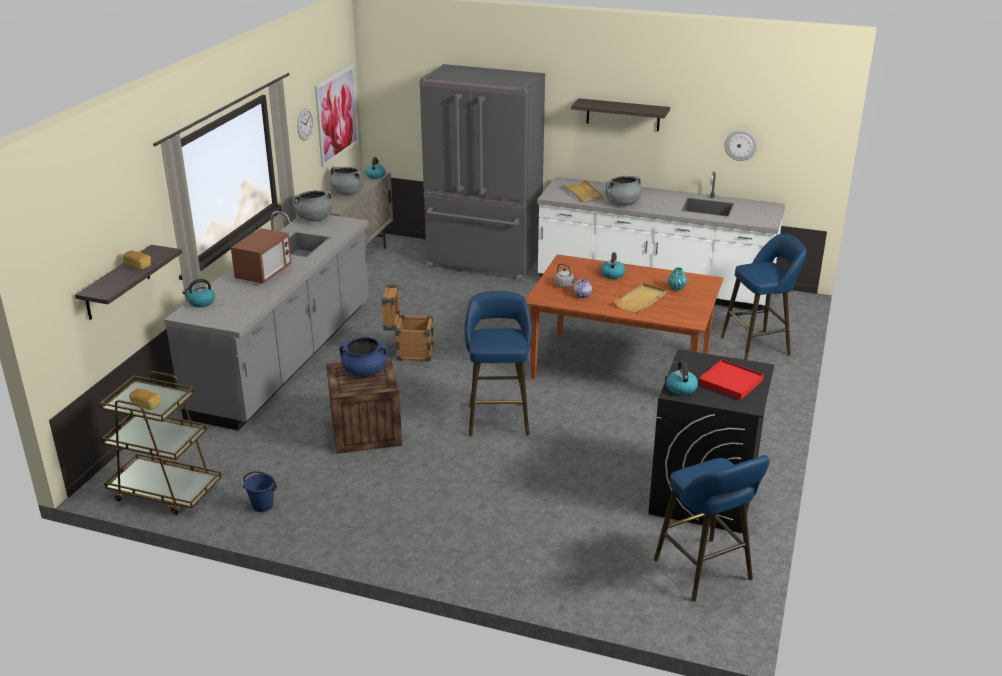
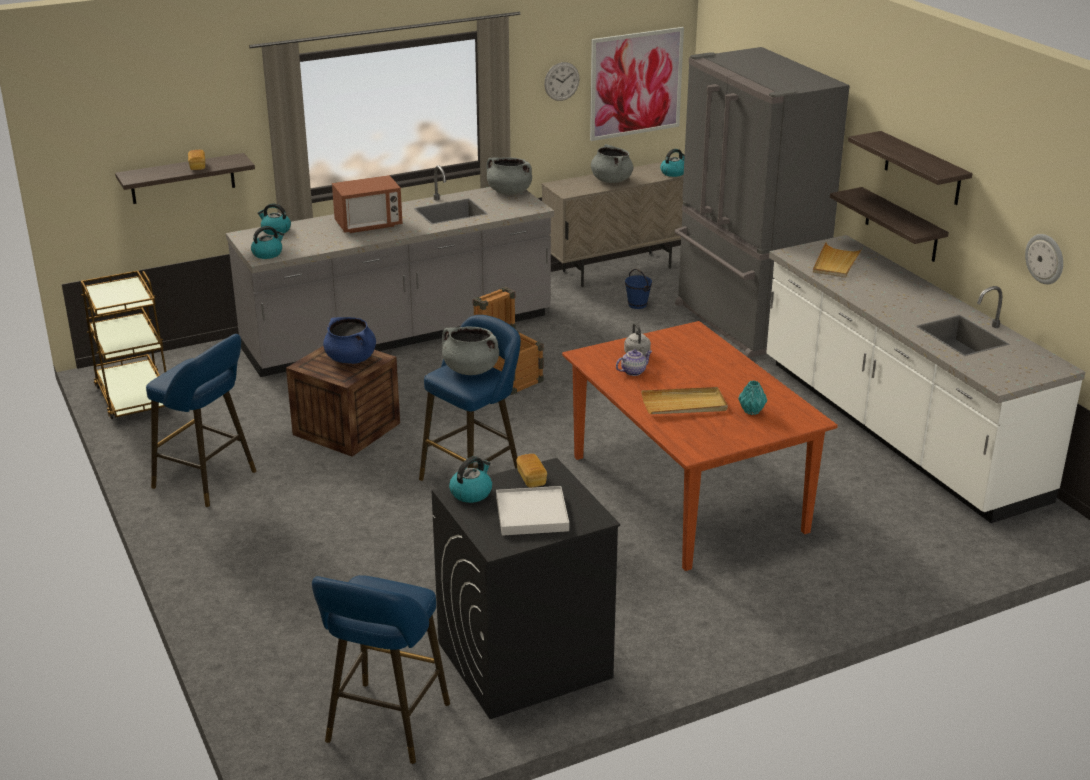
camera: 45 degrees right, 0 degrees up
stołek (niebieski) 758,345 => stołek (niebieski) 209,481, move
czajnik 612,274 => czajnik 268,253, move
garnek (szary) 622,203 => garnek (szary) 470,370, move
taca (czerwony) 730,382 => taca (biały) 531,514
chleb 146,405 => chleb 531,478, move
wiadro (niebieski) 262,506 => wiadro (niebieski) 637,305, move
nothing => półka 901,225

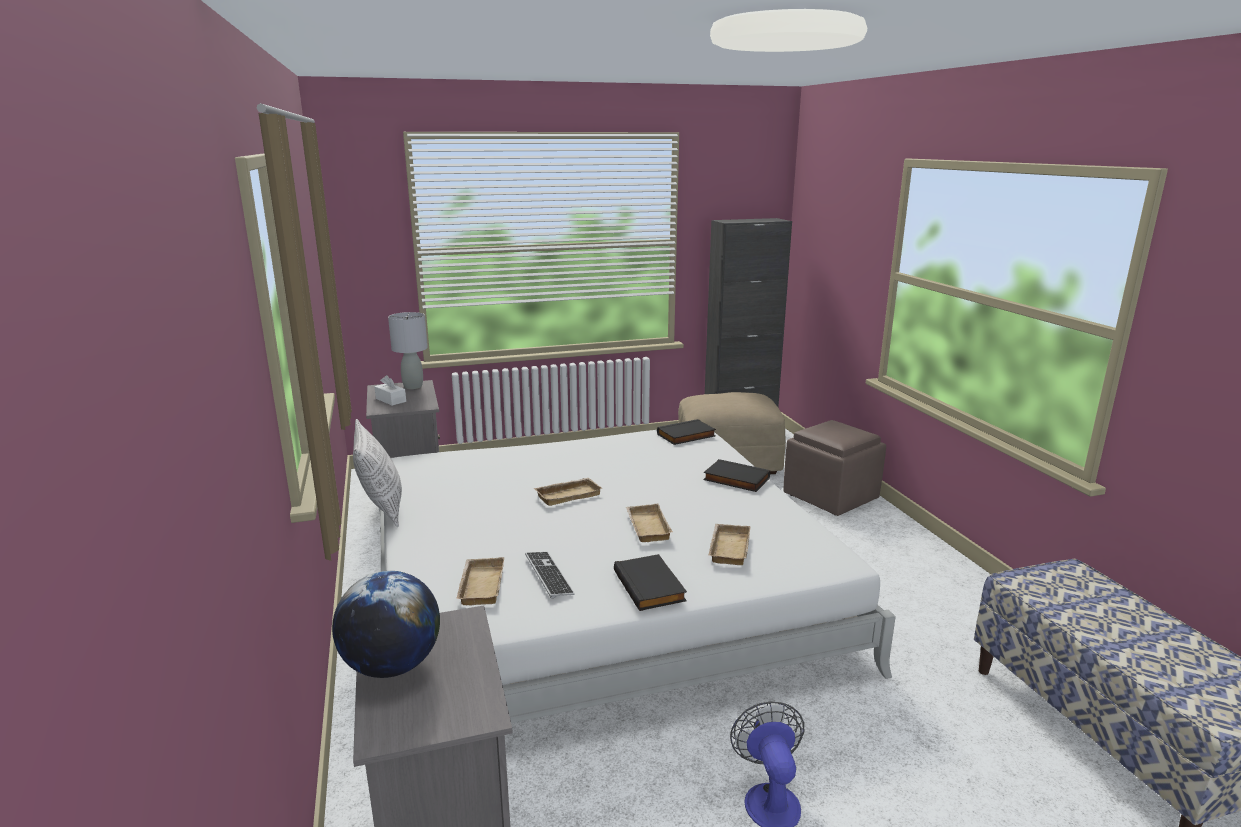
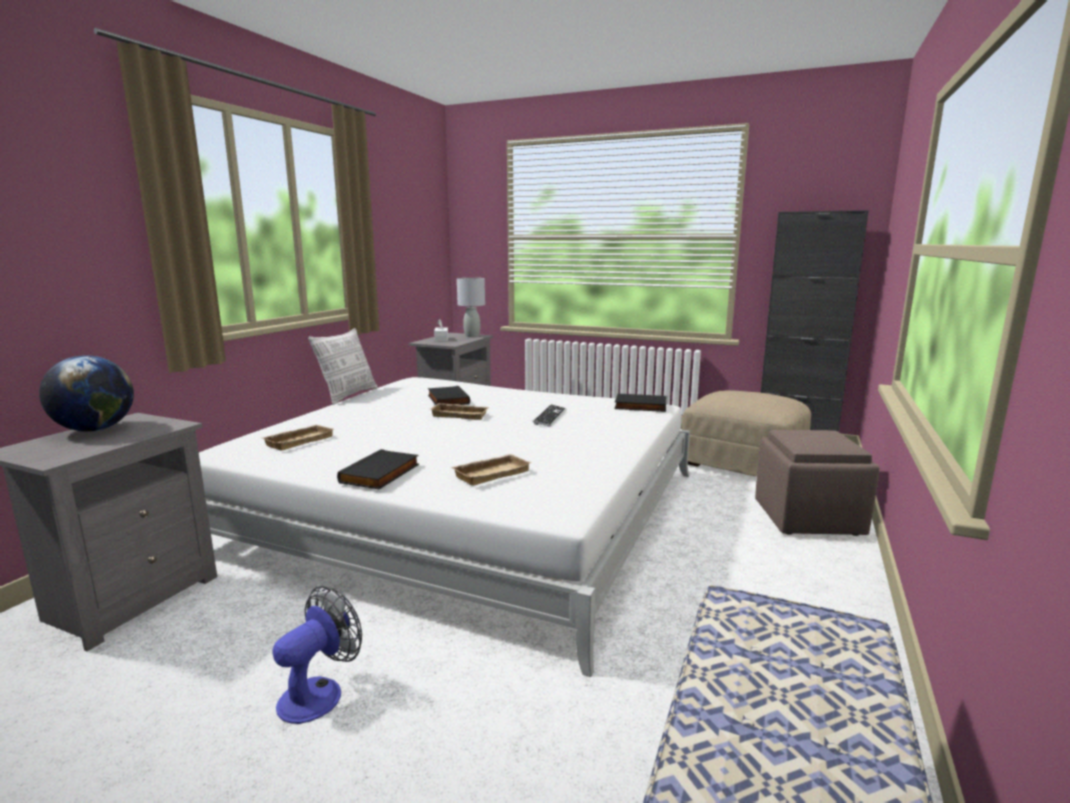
camera: 40 degrees right, 5 degrees down
książka (czarny) 735,479 => książka (czarny) 447,399, move
klawiatura 548,575 => klawiatura 550,417, move
taca (beżowy) 646,527 => nothing

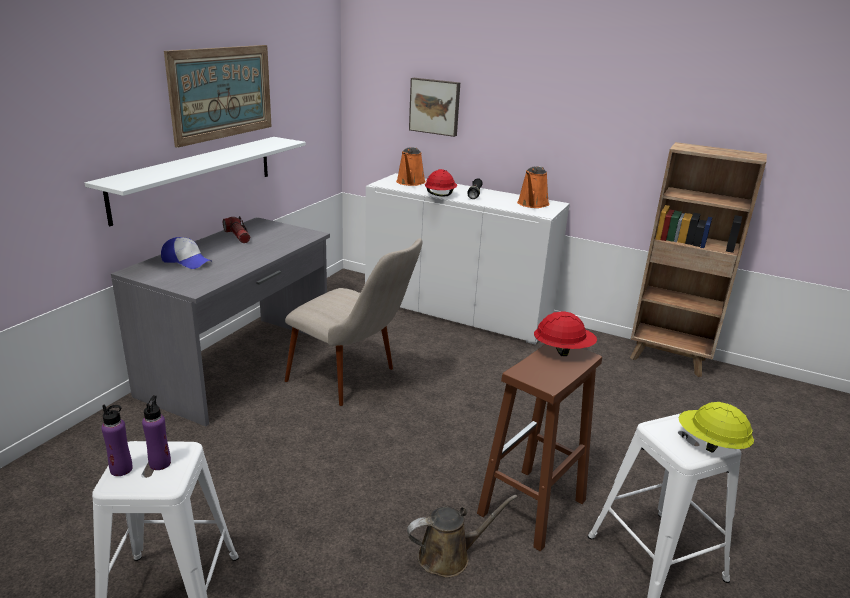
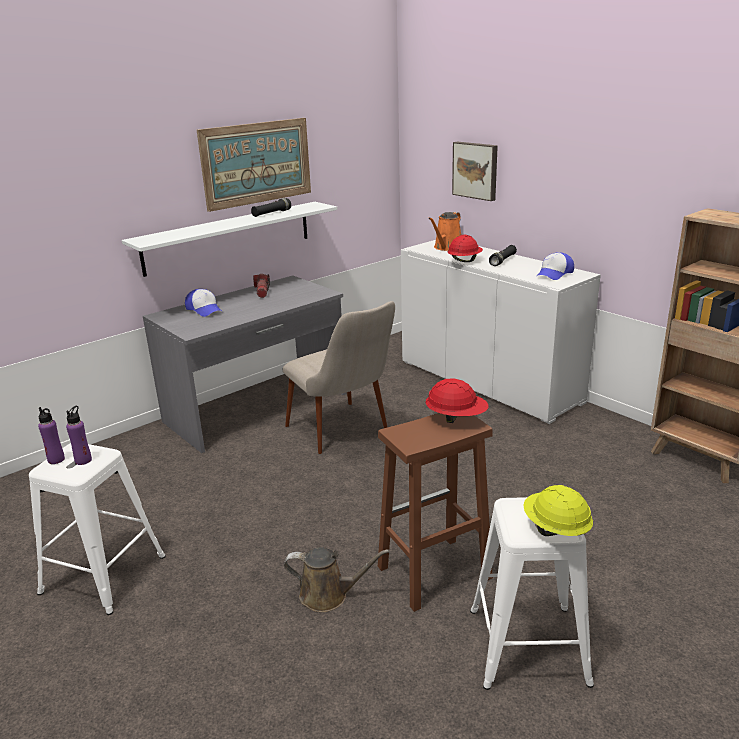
camera: 25 degrees right, 0 degrees up
nothing => latarka (czarny) 271,213
konewka (pomarańczowy) 532,204 => czapka z daszkiem 554,274

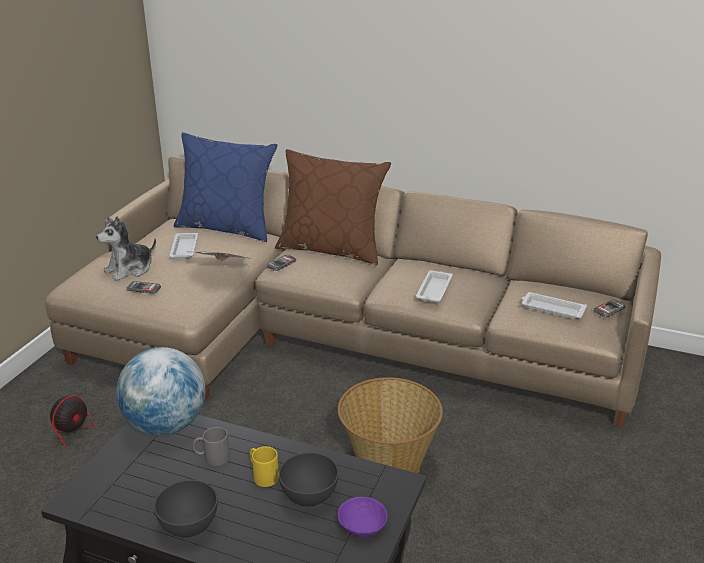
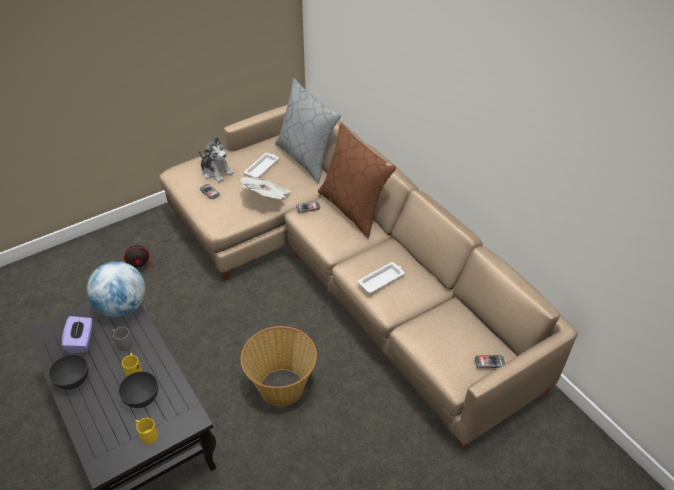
camera: 35 degrees right, 15 degrees up
nothing => pudełko chusteczek (fioletowy) 81,341
miska (fioletowy) 361,526 => kubek (żółty) 146,434
pluszak 130,269 => pluszak 216,172, 135 degrees counterclockwise
poduszka (niebieski) 227,227 => poduszka (szary) 307,158
taca (biały) 551,309 => nothing

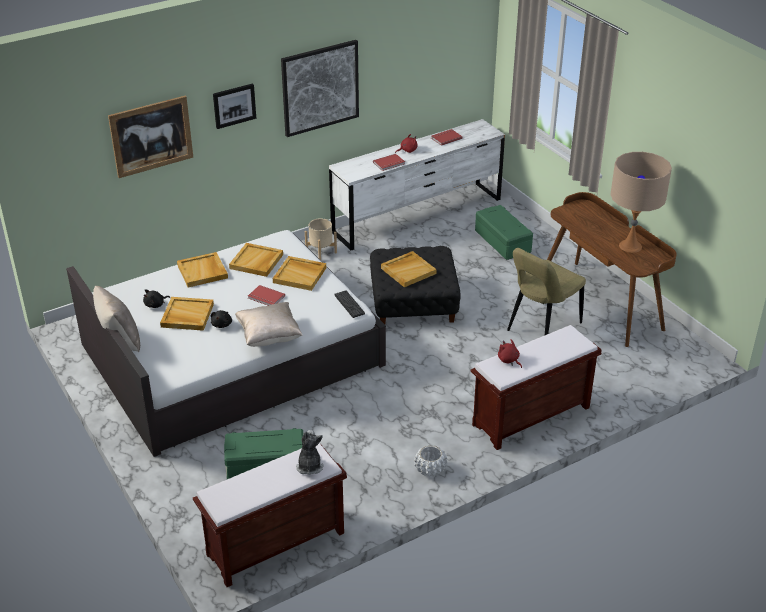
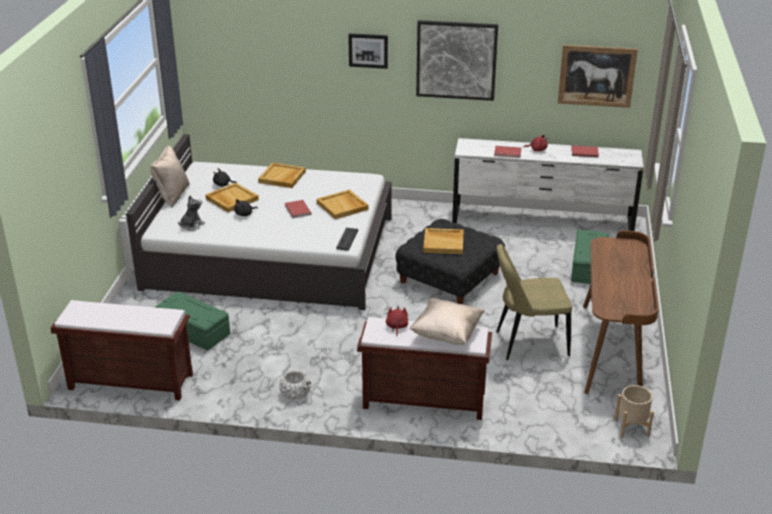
camera: 40 degrees right, 5 degrees down
pluszak 309,466 => pluszak 191,225, move
poduszka (beżowy) 269,337 => poduszka (beżowy) 446,334, move
obraz 151,136 => obraz 596,76, move
donica (beżowy) 321,252 => donica (beżowy) 632,427, move
taca (beżowy) 256,262 => nothing
lampa stołowa (beżowy) 630,246 => nothing

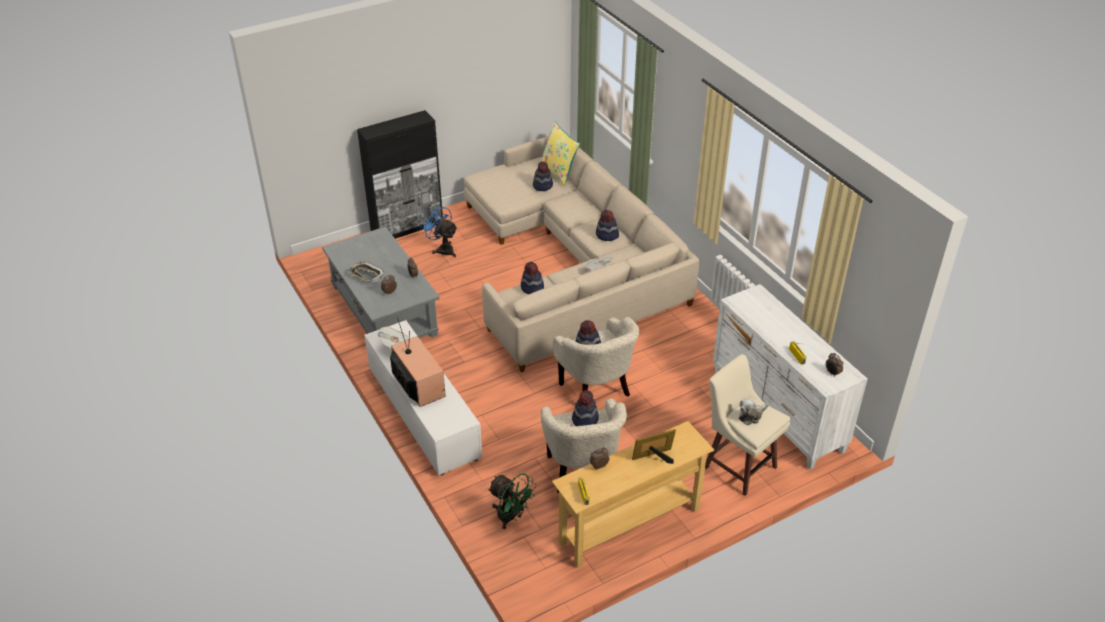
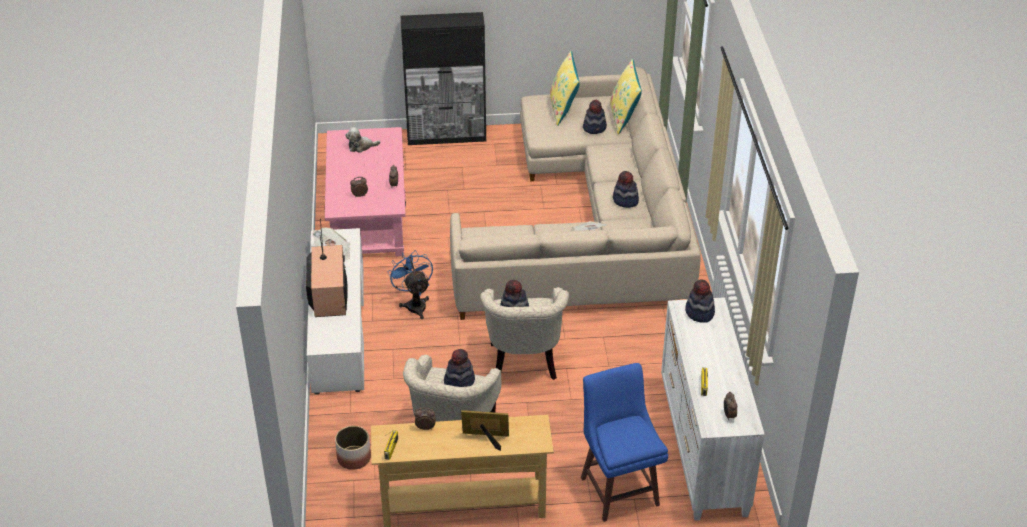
camera: 25 degrees right, 0 degrees up
ława (szary) 384,310 => ława (różowy) 367,215
wentylator (zielony) 511,517 => donica 354,457
pluszak 751,415 => pluszak 361,146, move
wentylator (niebieski) 442,249 => wentylator (niebieski) 414,304, move
nothing => poduszka (żółty) 563,109
stołek (beżowy) 738,465 => stołek (niebieski) 619,489
kapelusz 532,288 => kapelusz 699,313, move
taca 365,274 => nothing

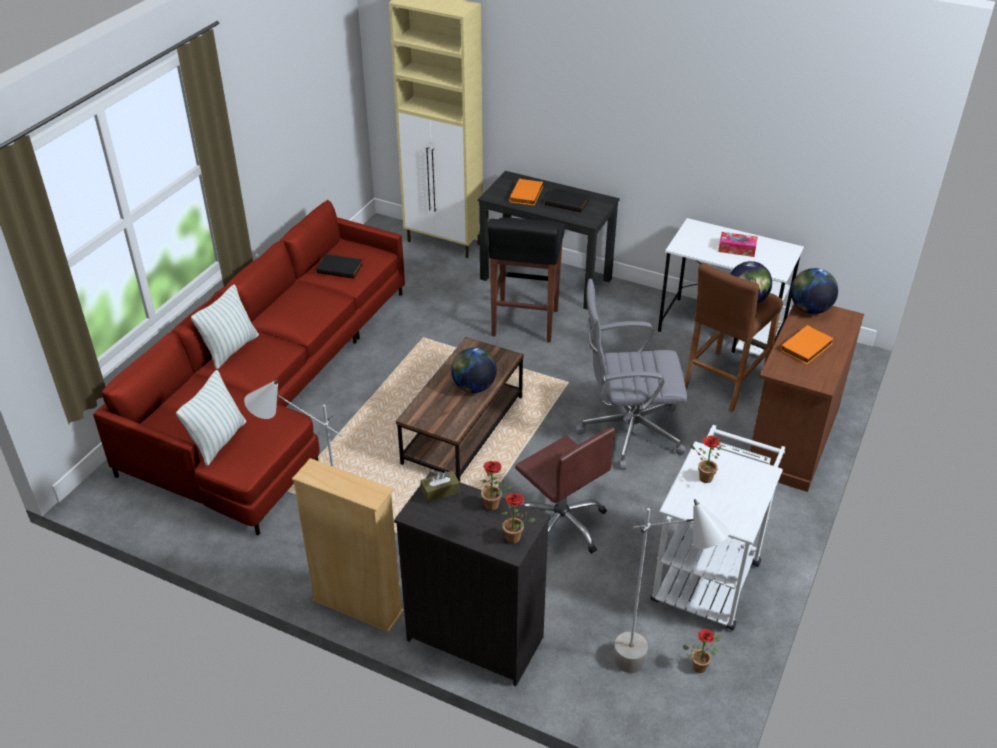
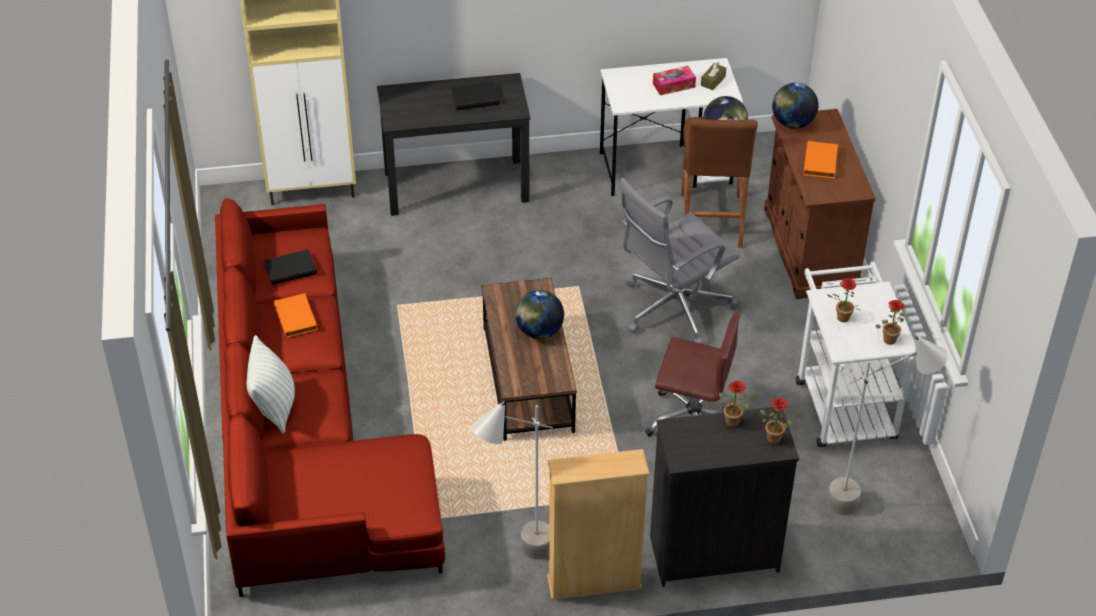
camera: 35 degrees left, 5 degrees up
książka (pomarańczowy) 527,195 => książka (pomarańczowy) 297,318, move
pudełko chusteczek (brązowy) 440,491 => pudełko chusteczek (brązowy) 713,81, move
roślina doniczkowa 701,665 => roślina doniczkowa 889,338, move
poduszka 218,441 => nothing
stołek (czarny) 524,324 => nothing

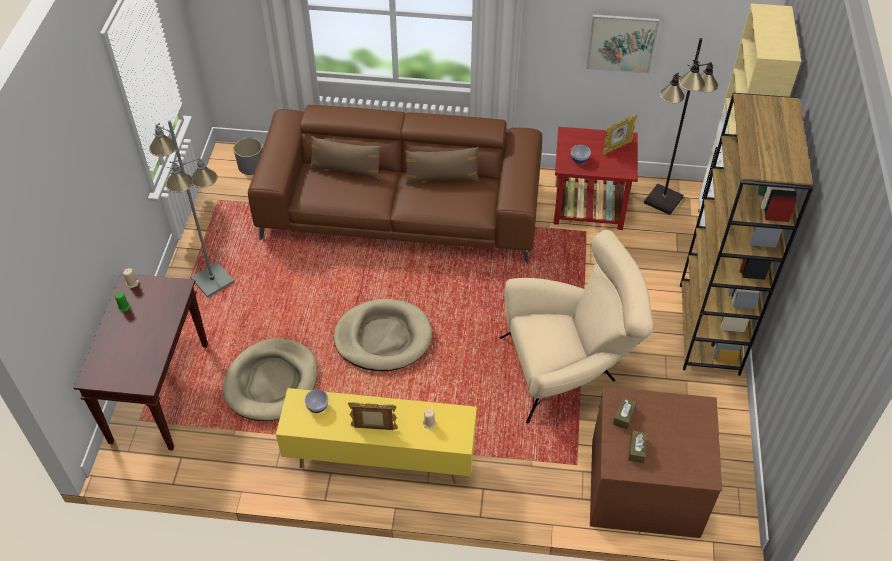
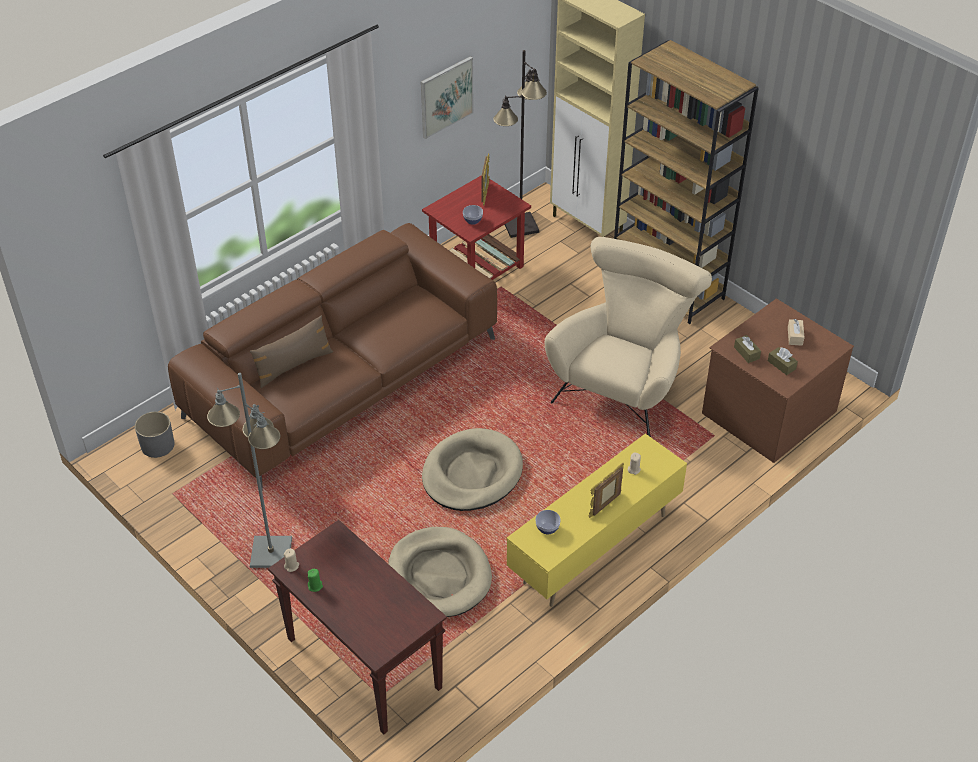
camera: 50 degrees left, 5 degrees down
nothing => pudełko chusteczek (beżowy) 795,336
poduszka (brązowy) 441,178 => nothing

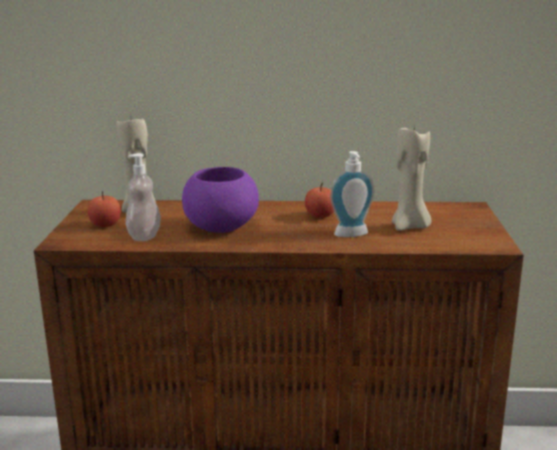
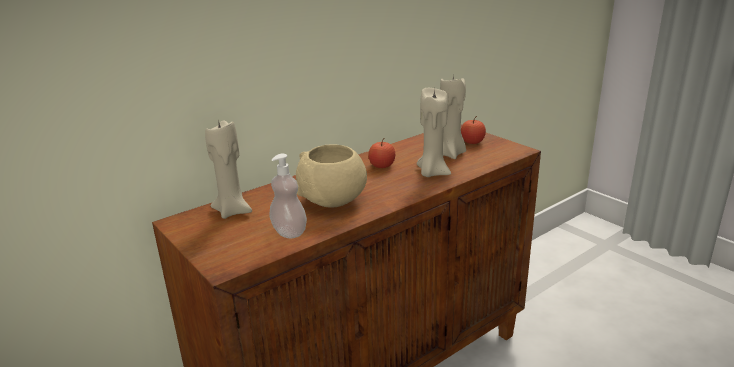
camera: 40 degrees left, 5 degrees up
miska (fioletowy) 221,227 => miska (beżowy) 333,201
dozownik mydła 352,235 => świeca (beżowy) 432,173
jabłko 105,225 => jabłko 472,142, move

